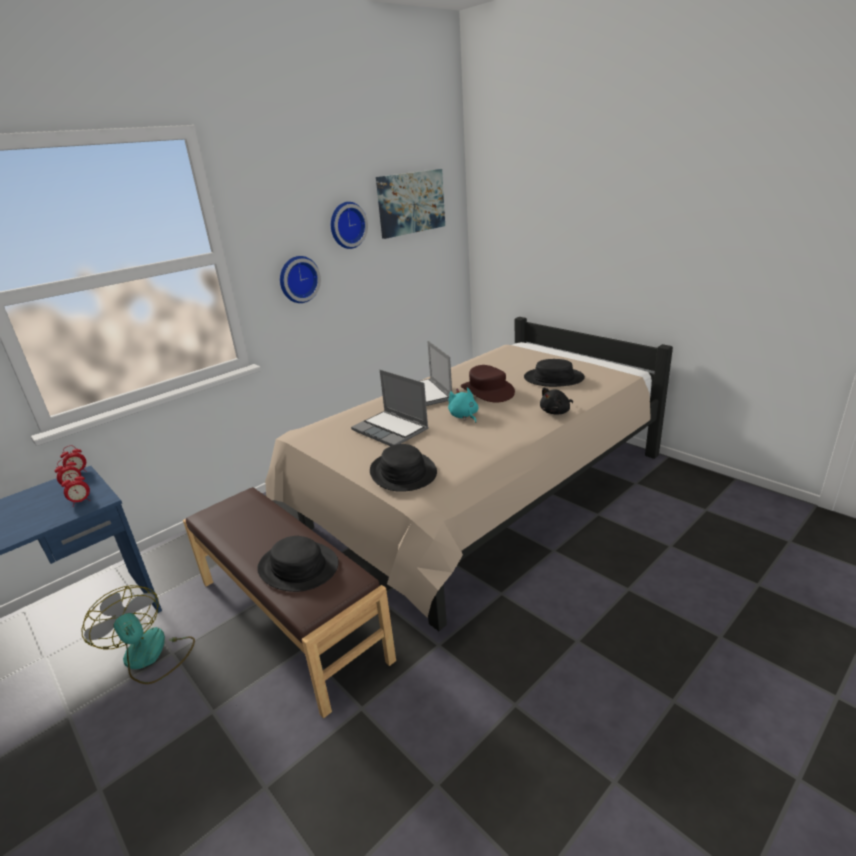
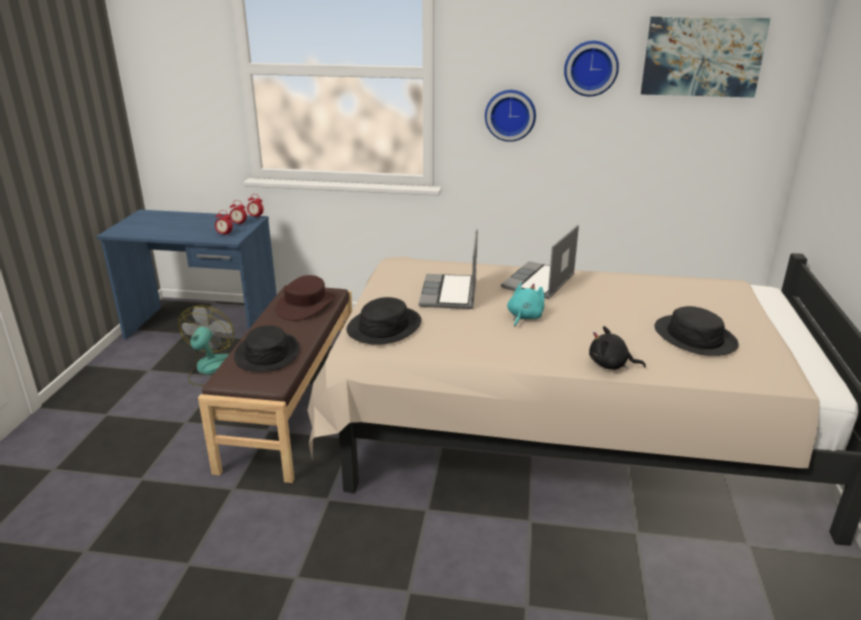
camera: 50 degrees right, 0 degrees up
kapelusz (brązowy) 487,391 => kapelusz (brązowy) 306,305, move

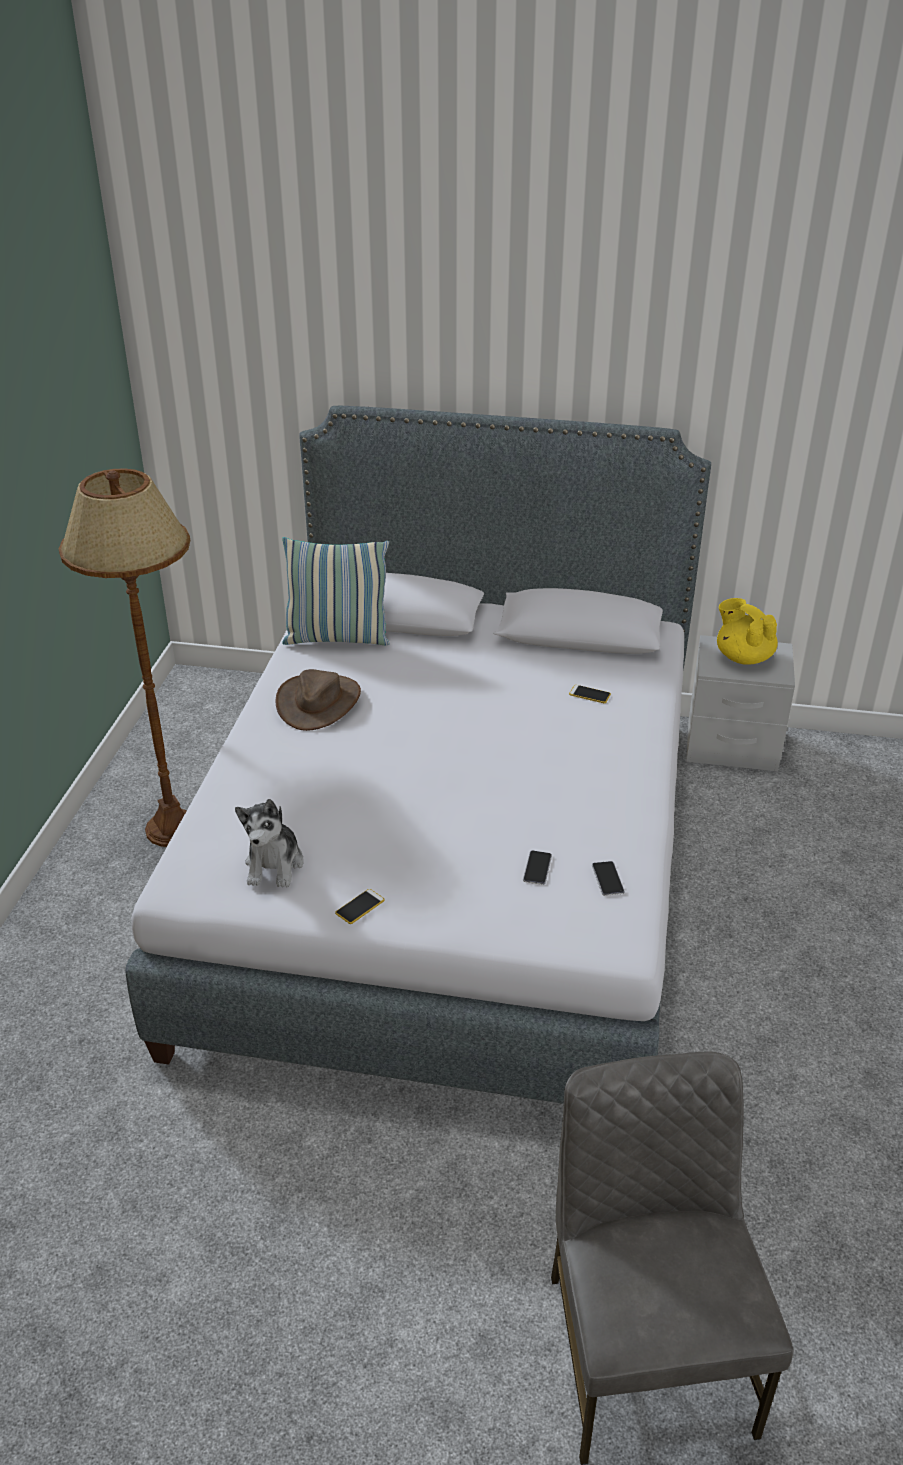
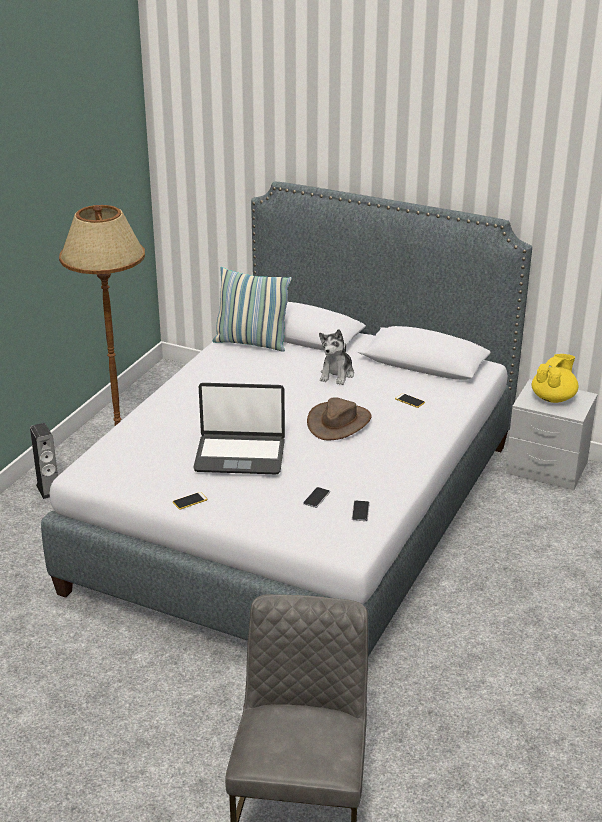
camera: 15 degrees right, 5 degrees down
nothing => głośnik 48,489
nothing => laptop 240,455
kapelusz (brązowy) 318,702 => kapelusz (brązowy) 338,422, move
pluszak 274,865 => pluszak 337,374, move
imbryk (żółty) 743,657 => imbryk (żółty) 553,398, 60 degrees clockwise

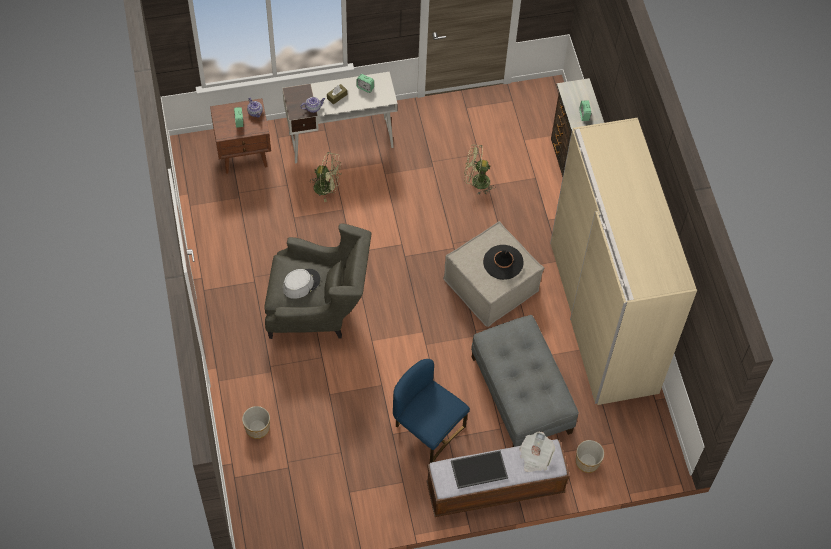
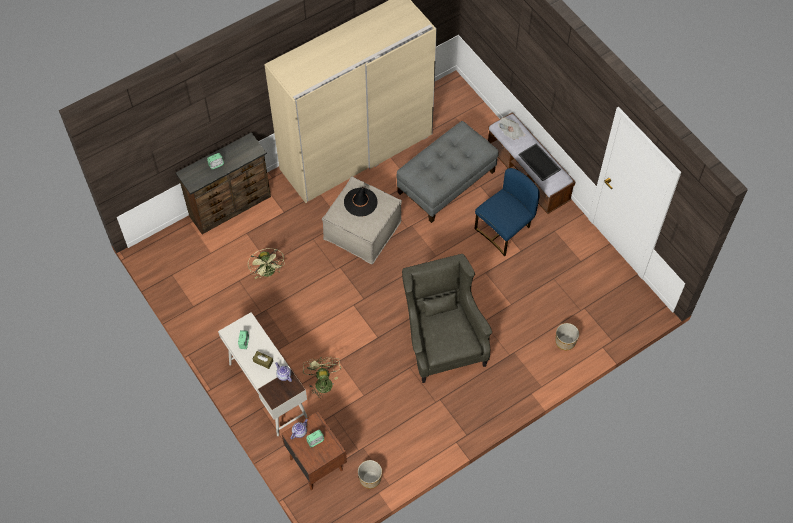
camera: 110 degrees left, 0 degrees up
donica 587,462 => donica 370,478, move
krzesło (niebieski) 427,429 => krzesło (niebieski) 505,230, 150 degrees counterclockwise
kapelusz (szary) 301,284 => nothing

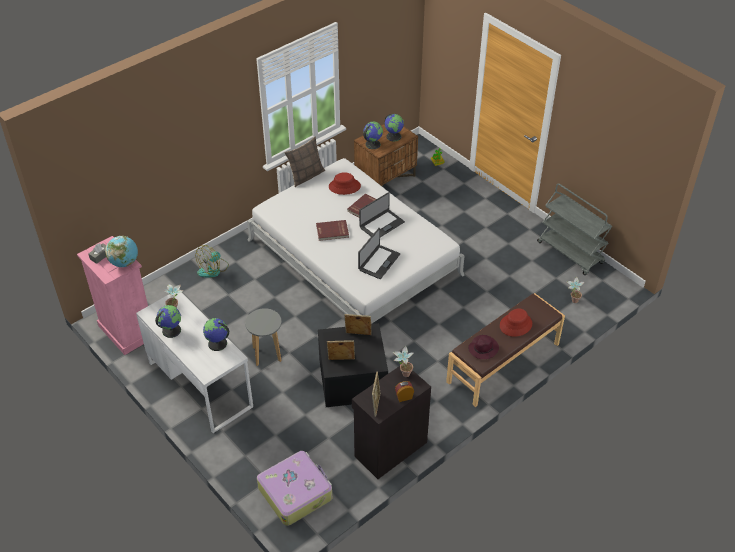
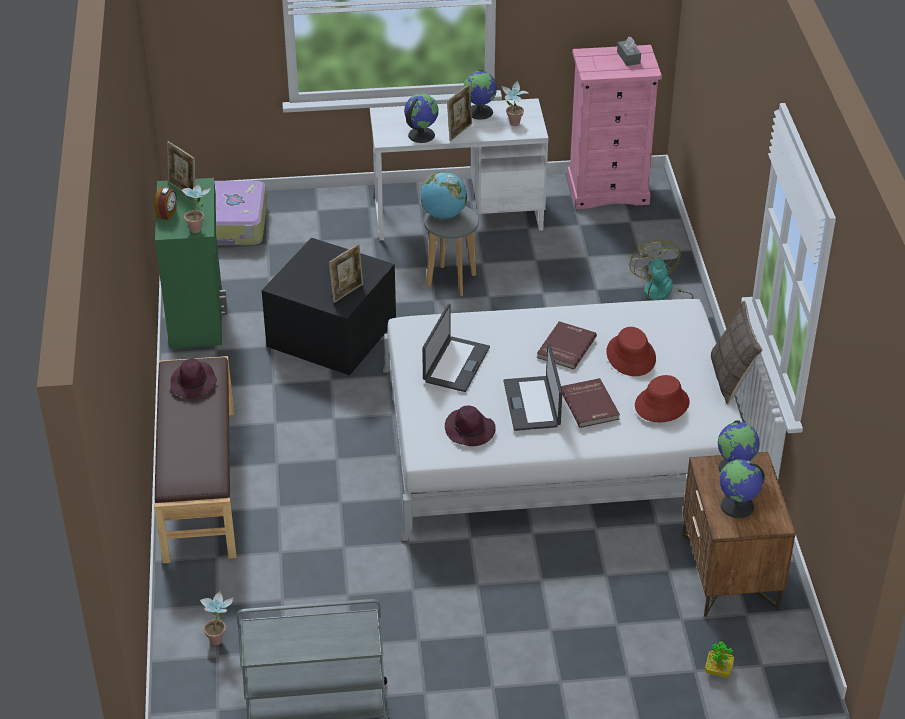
camera: 125 degrees right, 5 degrees down
szafka (czarny) 389,449 => szafka (zielony) 197,315
globus 124,262 => globus 443,214, move
laptop 378,262 => laptop 455,364, 135 degrees counterclockwise
nothing => kapelusz (fioletowy) 470,430
ramka na zdjęcie 341,360 => ramka na zdjęcie 459,131, move
kapelusz (czerwony) 515,324 => kapelusz (czerwony) 631,356, move

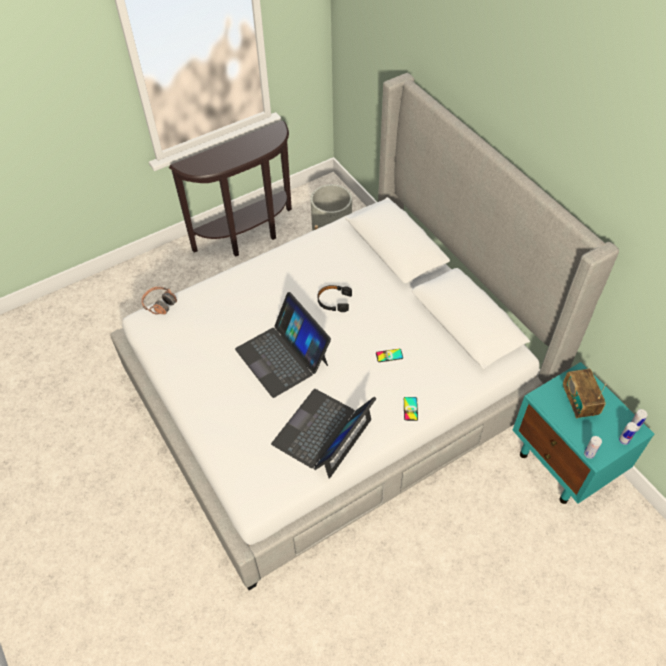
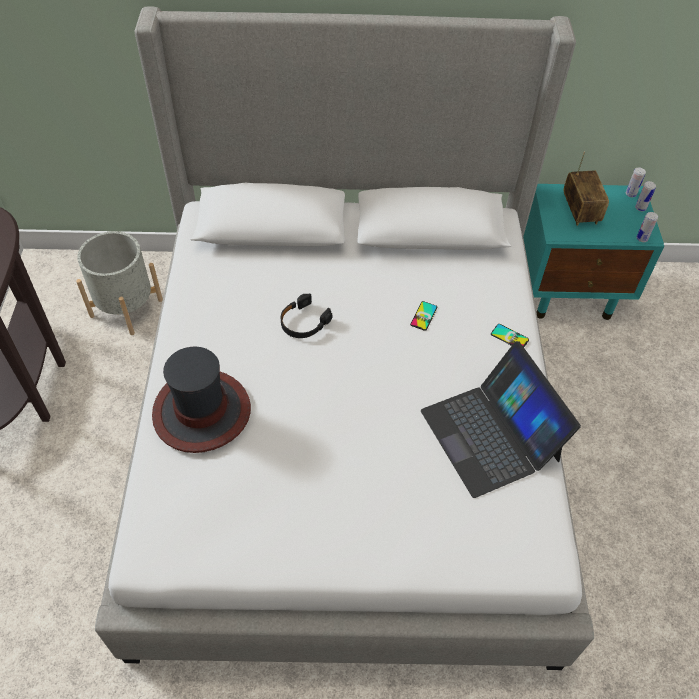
camera: 60 degrees left, 0 degrees up
nothing => kapelusz 201,412
radio 579,402 => radio 580,211, 120 degrees counterclockwise
słuchawki 159,304 => nothing
laptop 282,356 => nothing

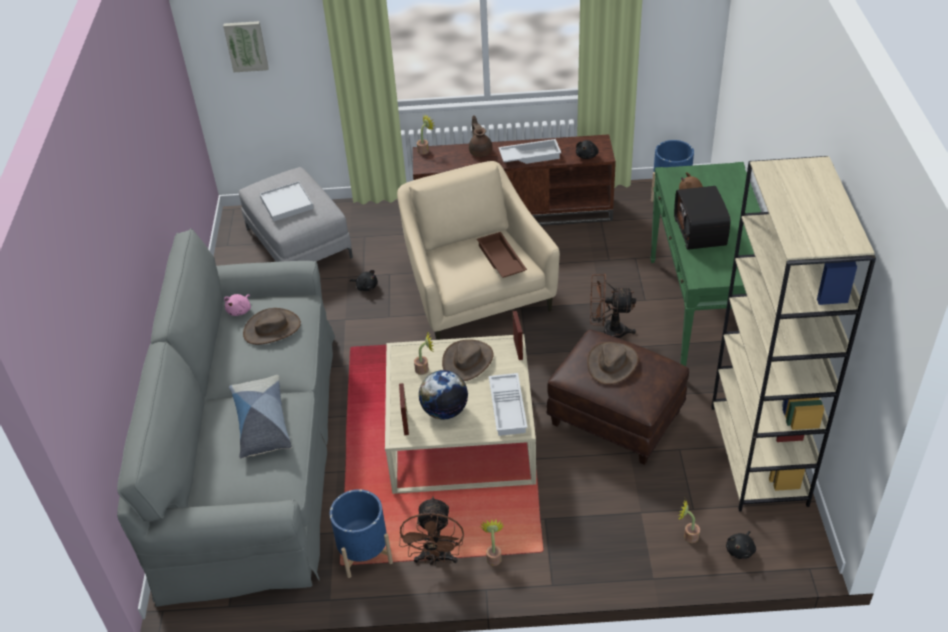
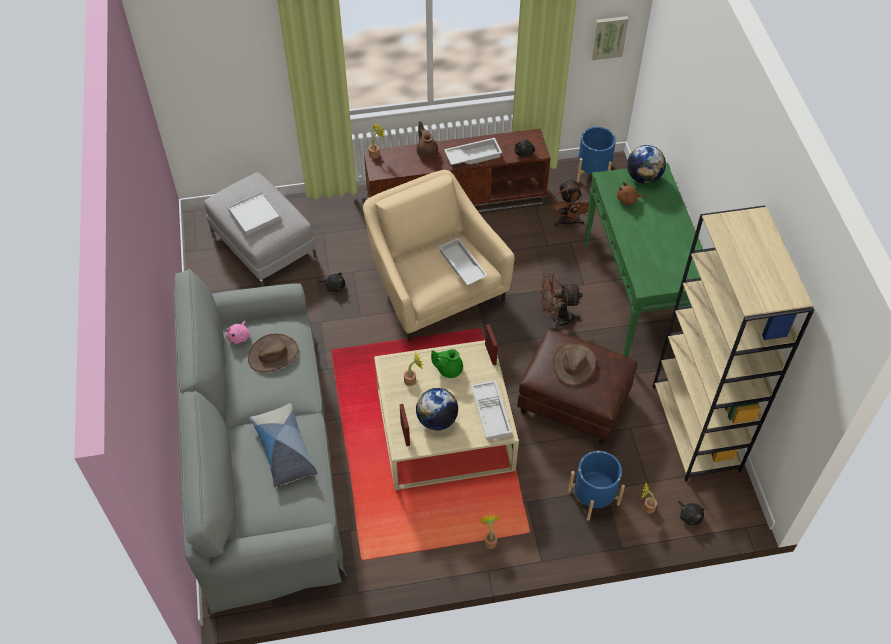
camera: 10 degrees left, 10 degrees up
kapelusz (brązowy) 467,361 => imbryk (zielony) 448,369
taca (brązowy) 500,260 => taca (biały) 461,265
wentylator (brązowy) 436,558 => wentylator (brązowy) 568,223, move
donica (niebieski) 364,552 => donica (niebieski) 593,497, move
obraz 246,45 => obraz 608,37, move
nothing => globus 643,177
pluszak (czarny) 740,550 => pluszak (czarny) 690,516, 60 degrees counterclockwise
radio 701,231 => nothing

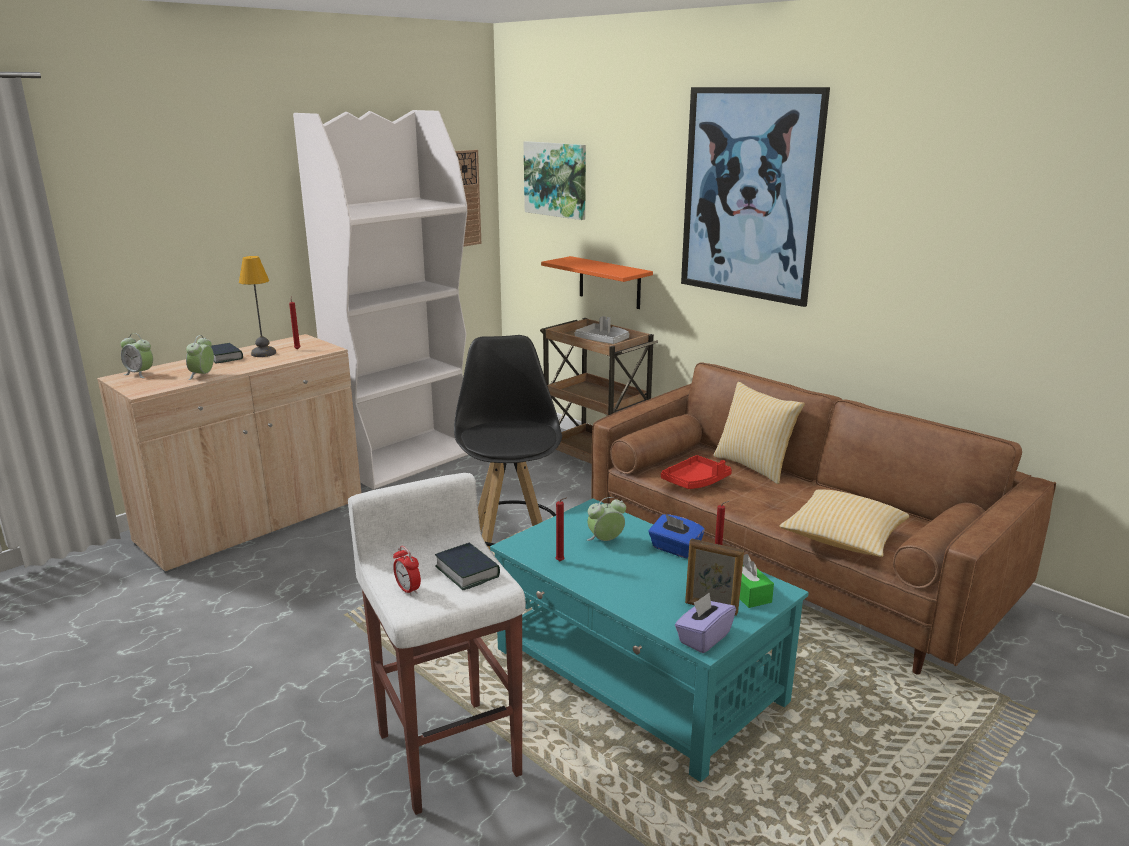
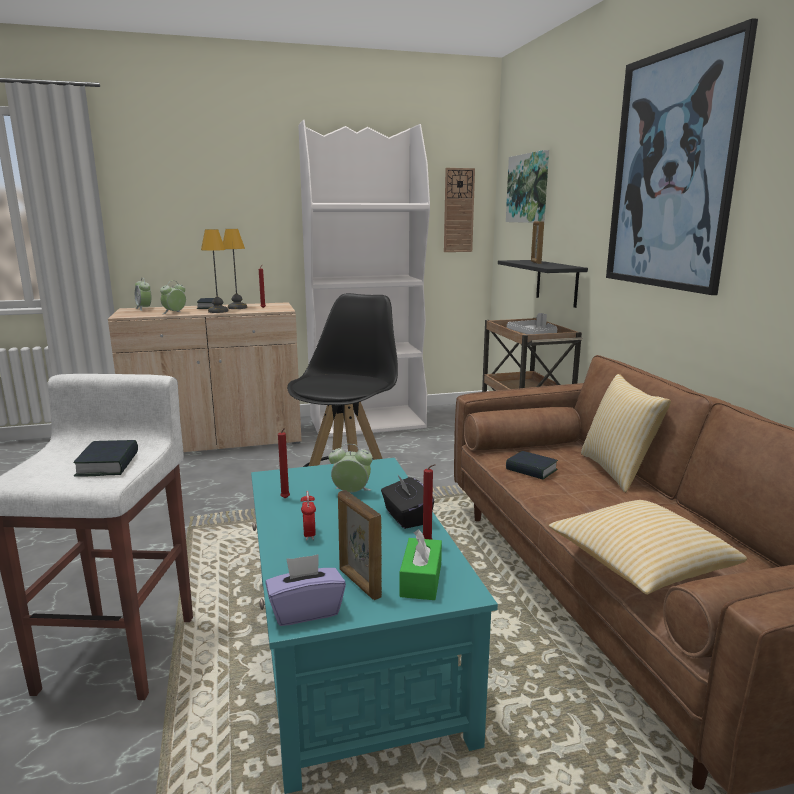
camera: 30 degrees right, 5 degrees down
nothing => lampa stołowa 218,311
budzik 408,589 => budzik 309,535, move
pudełko chusteczek (niebieski) 675,549 => pudełko chusteczek (czarny) 406,517
półka (pomarańczowy) 609,282 => półka (czarny) 557,283
taca (czerwony) 696,481 => książka 531,470
nothing => ramka na zdjęcie 535,262

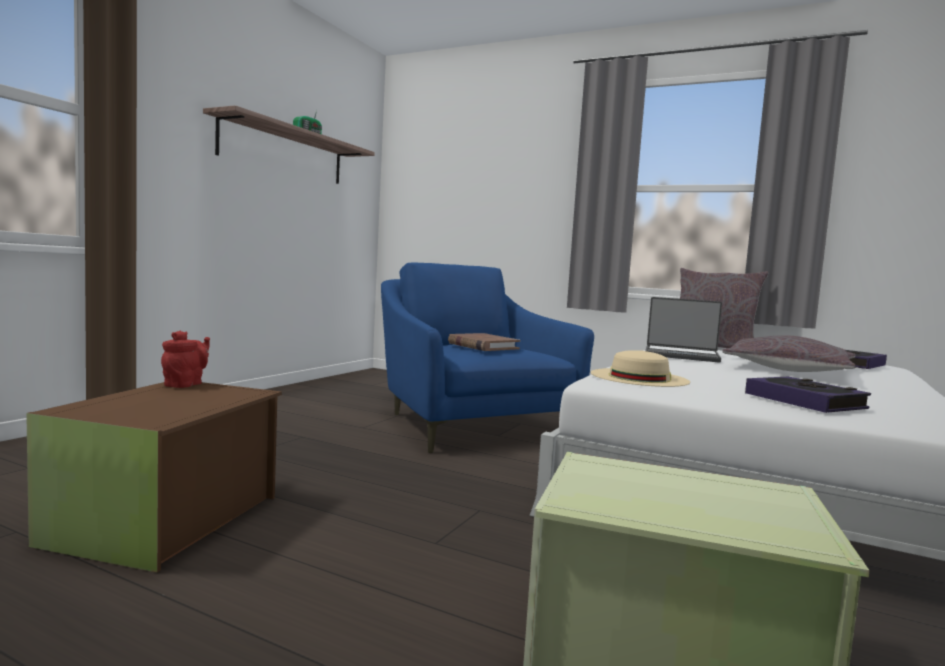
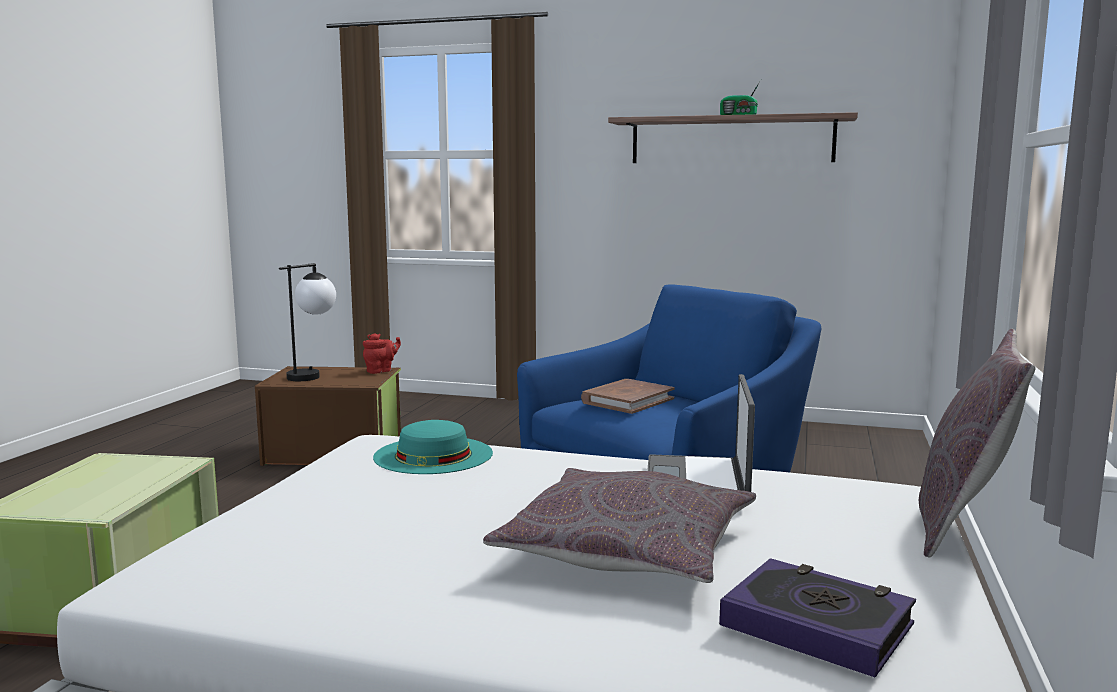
camera: 80 degrees right, 5 degrees up
nothing => lampa stołowa 313,375
imbryk (czerwony) 185,384 => imbryk (czerwony) 381,371, 45 degrees counterclockwise
kapelusz (beżowy) 639,377 => kapelusz (turkusowy) 433,455
książka 804,401 => nothing

